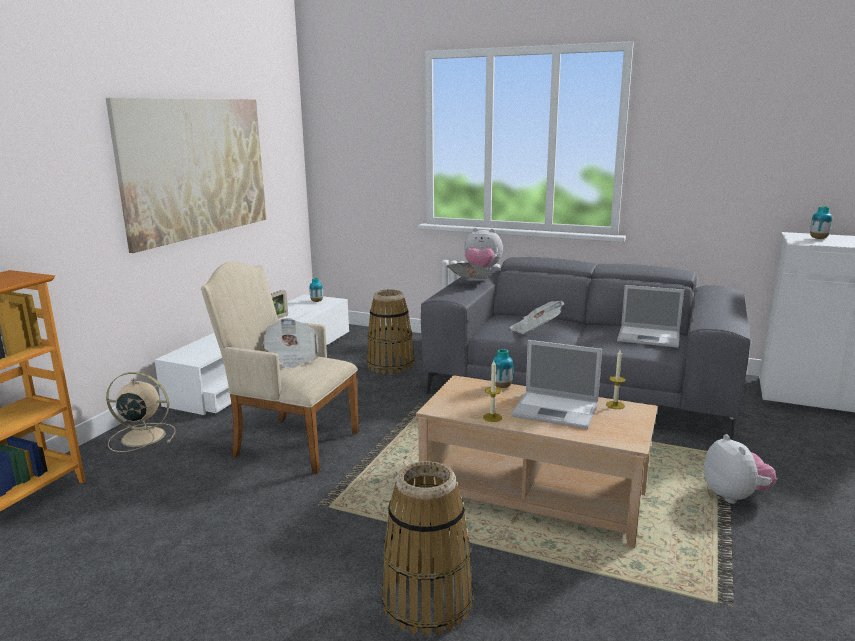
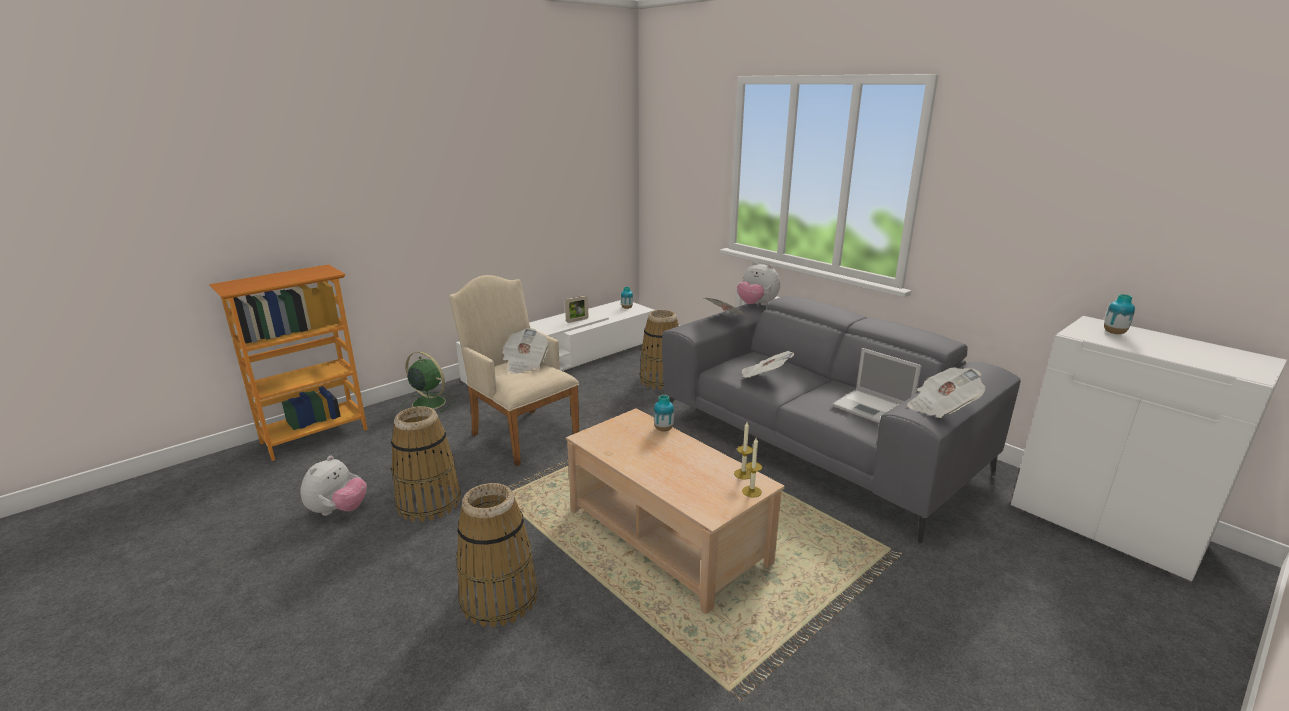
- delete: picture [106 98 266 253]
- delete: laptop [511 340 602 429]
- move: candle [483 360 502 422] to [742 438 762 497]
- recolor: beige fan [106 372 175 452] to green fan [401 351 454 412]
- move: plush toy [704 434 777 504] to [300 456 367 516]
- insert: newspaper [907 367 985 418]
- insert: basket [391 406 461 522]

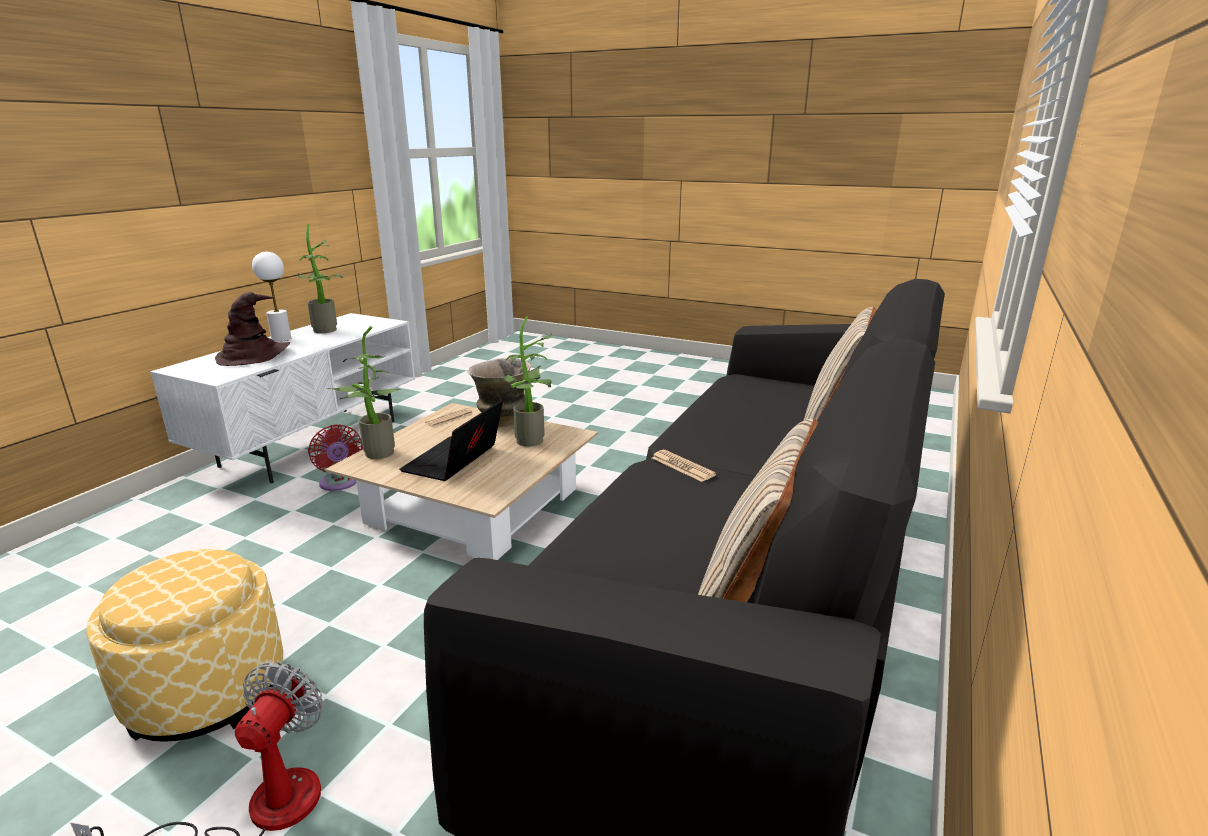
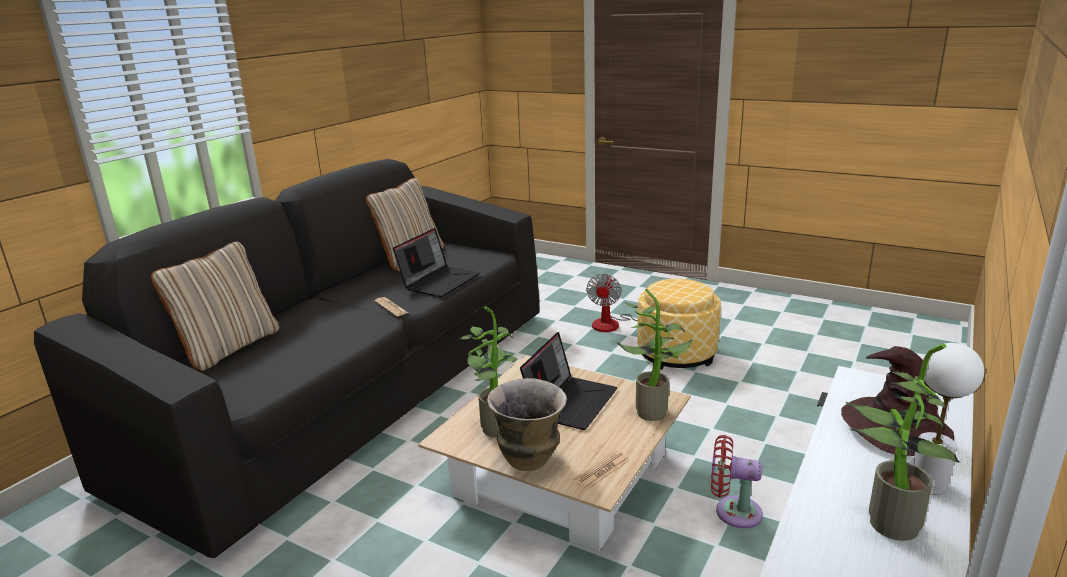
- rotate: red fan [308 424 363 491] = [711 435 763 528] 45 degrees counterclockwise
- insert: laptop [393 228 480 297]

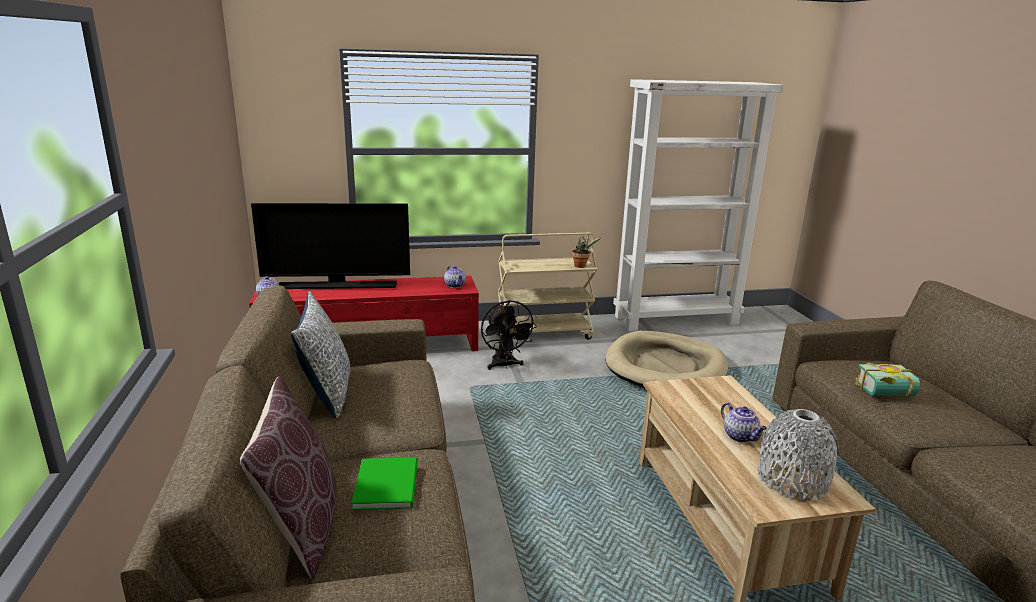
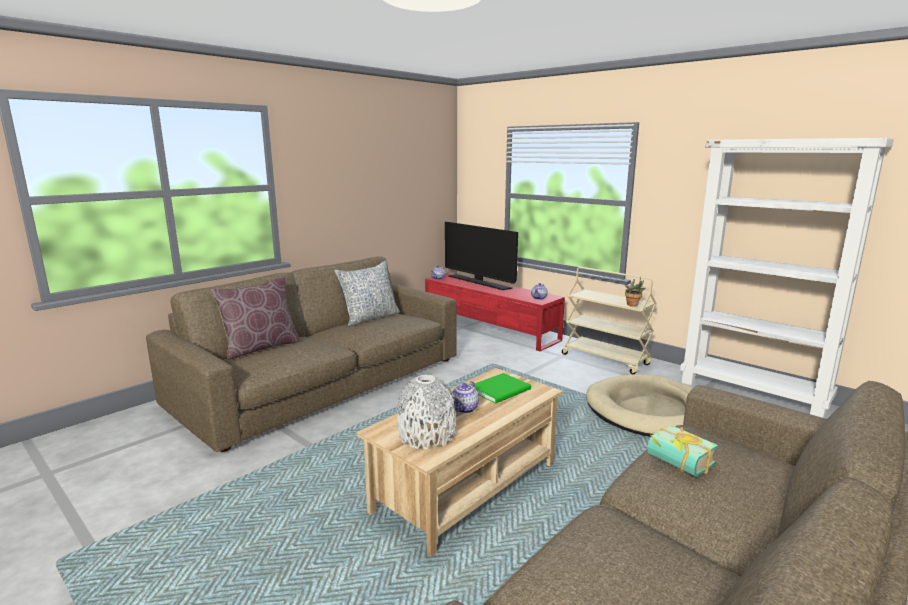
- delete: black fan [481 300 537 370]
- move: green book [352 458 418 510] to [475 373 531 404]

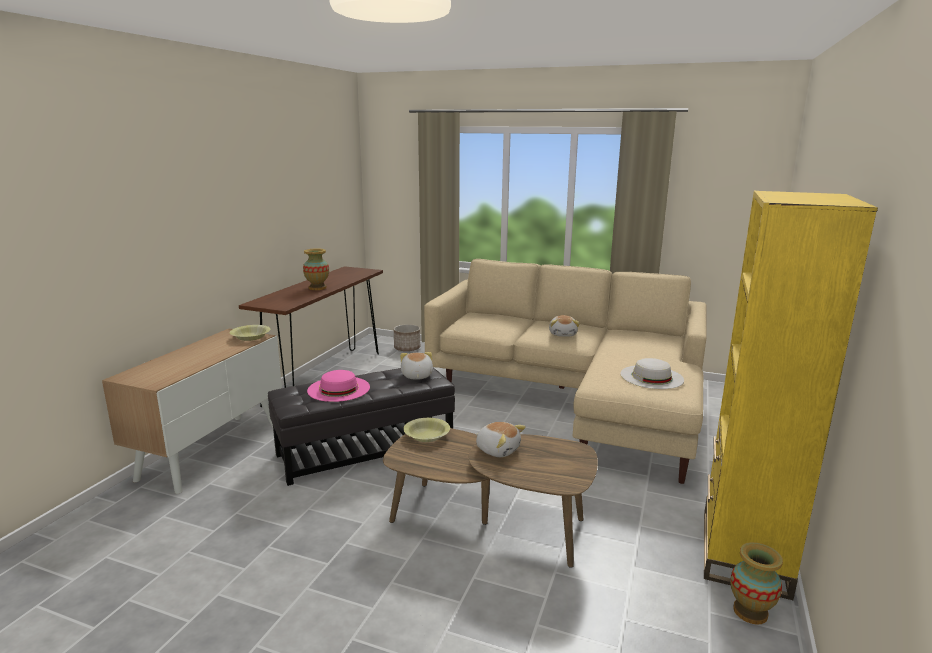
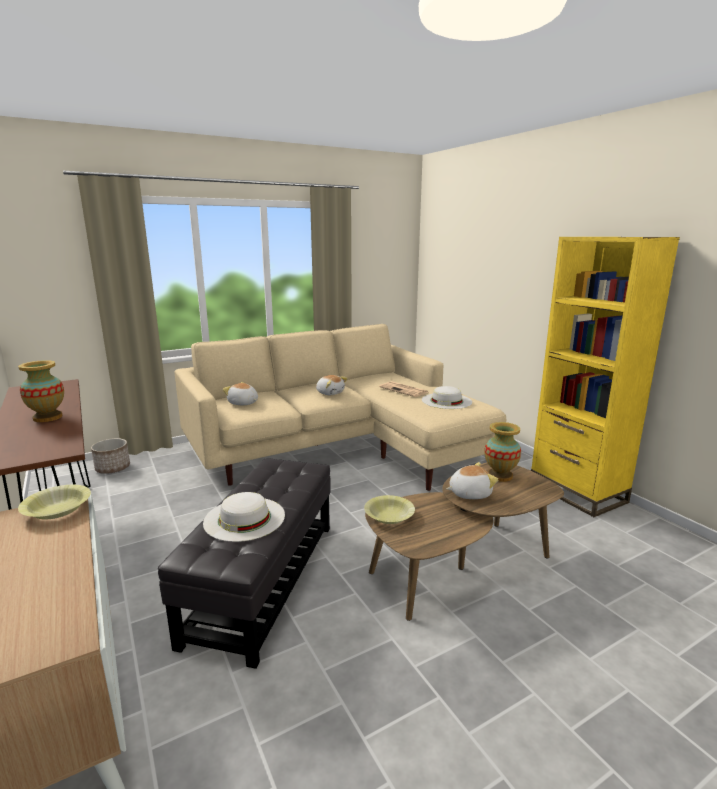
- move: plush toy [400 352 433 380] to [223 382 258 405]
- recolor: pink hat [307 370 370 402] to white hat [203 492 285 542]
- move: vase [730 542 783 624] to [484 422 521 482]
- insert: newspaper [379 381 429 397]

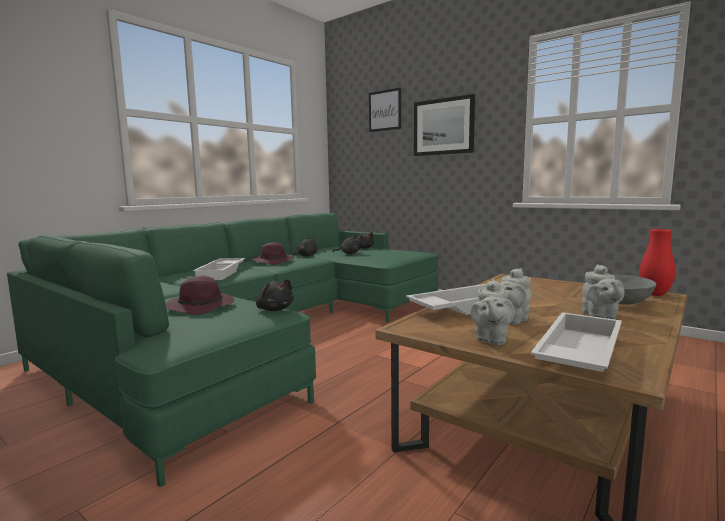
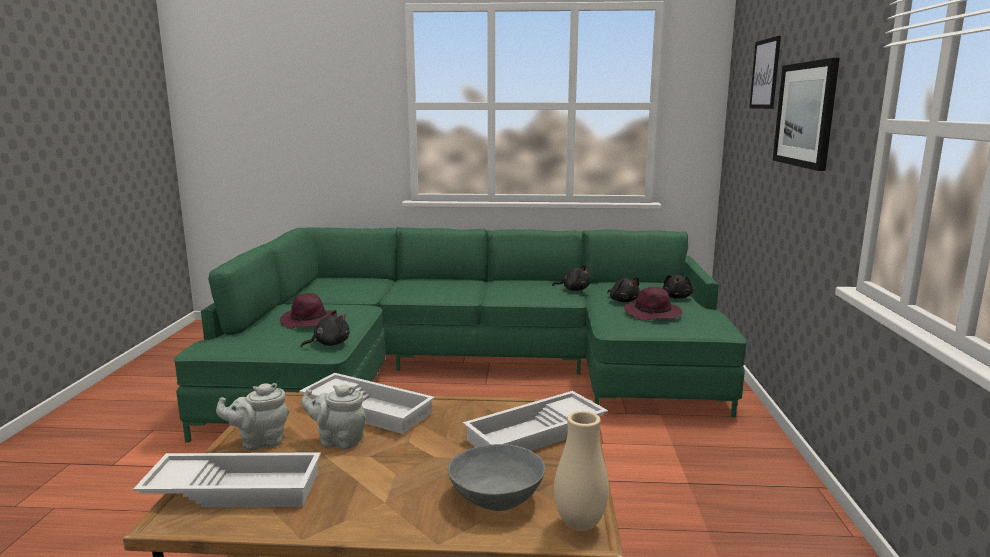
- recolor: red vase [639 229 675 296] to beige vase [554 411 609 531]
- move: purple hat [252 242 293 265] to [624 287 683 321]
- move: white tray [193 258 245 280] to [463 391 608 451]
- delete: grey teapot [582 264 625 319]
- rotate: black plush toy [256 279 294 311] = [301 310 350 348] 135 degrees counterclockwise

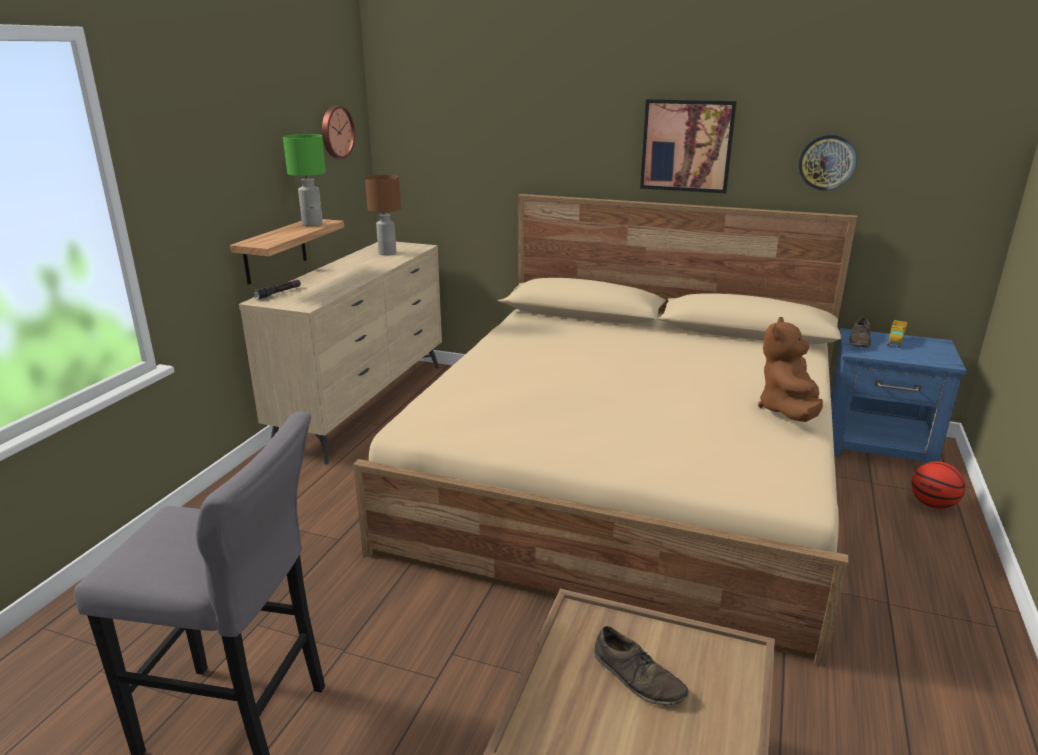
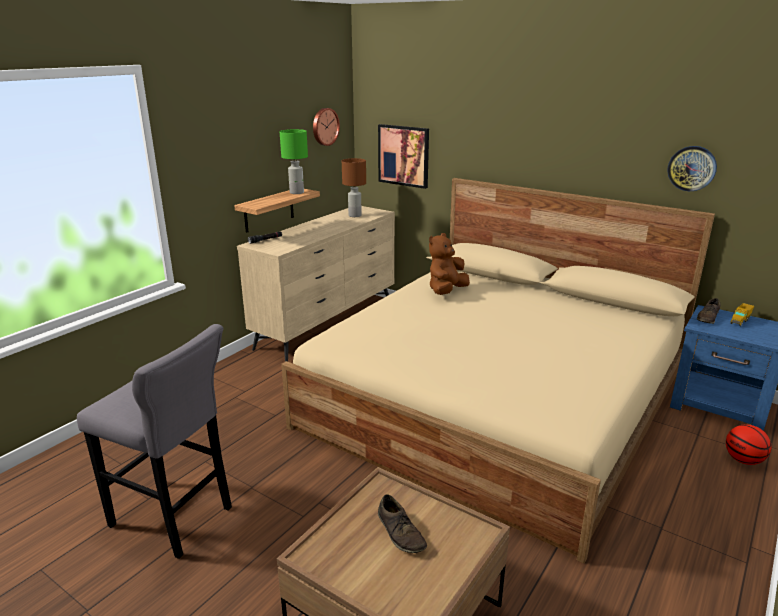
- move: picture [640 99 737 193] to [378 124 429 189]
- move: brown plush toy [758 317 823 422] to [429 233 470 295]

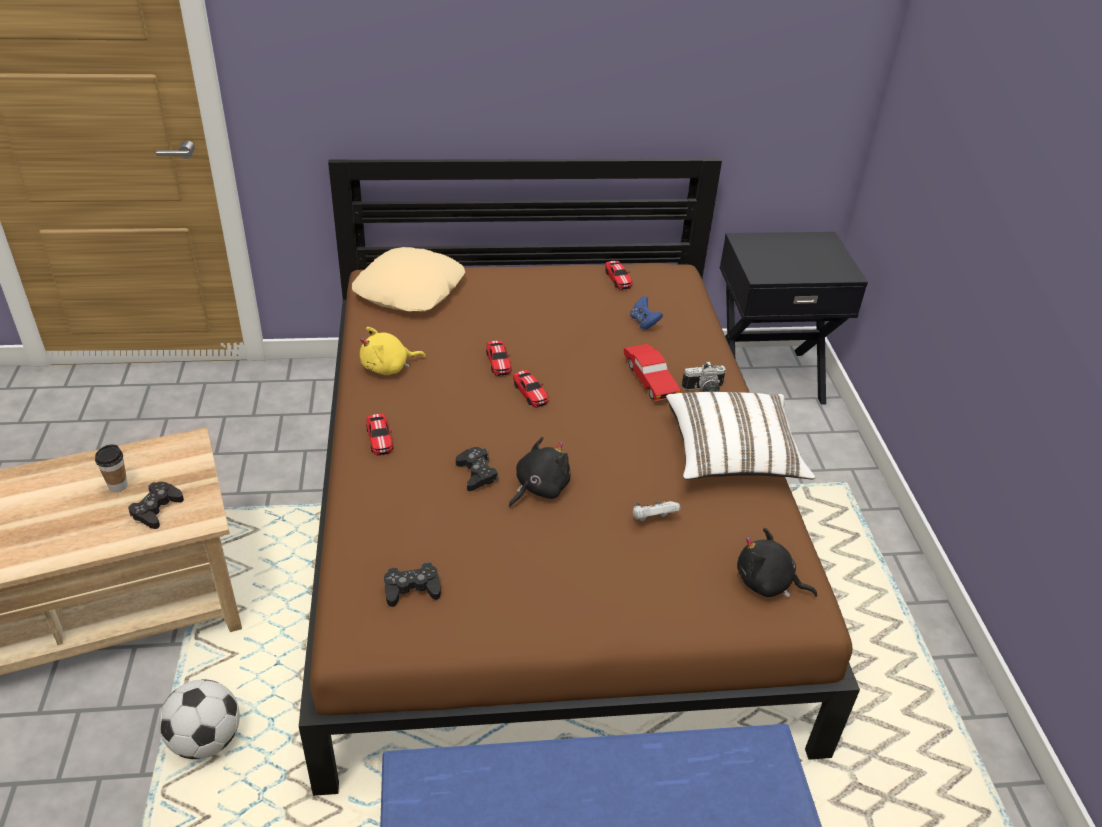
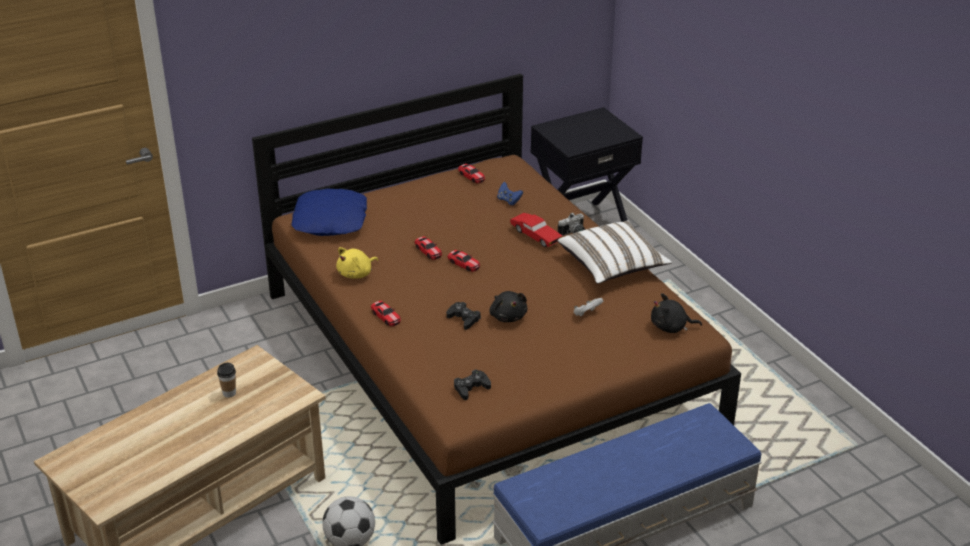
- recolor: beige pillow [352 247 465 312] to blue pillow [291 189 367 236]
- rotate: black plush toy [509 437 571 507] = [489 291 527 322] 135 degrees clockwise
- delete: black game controller [128 482 184 529]

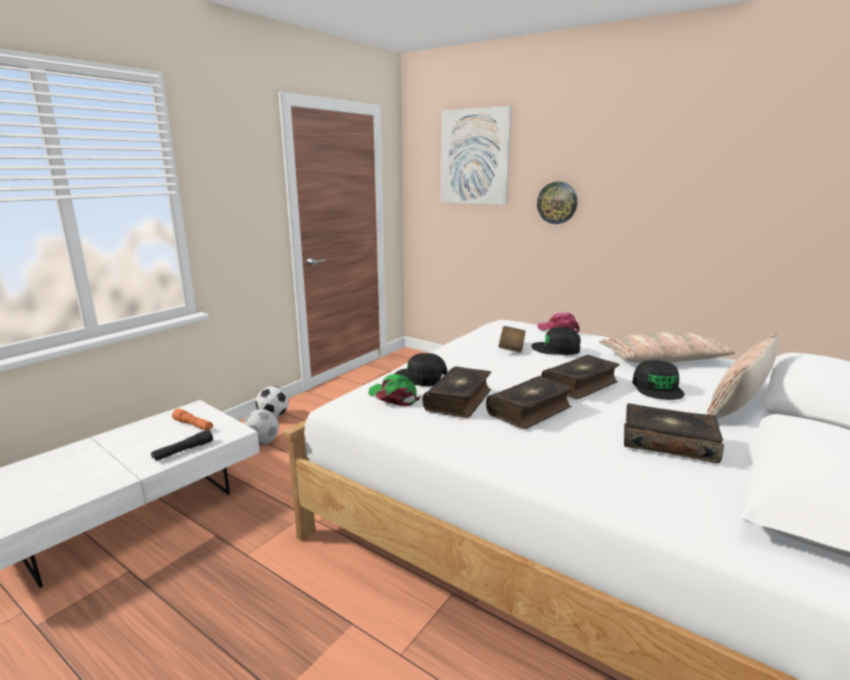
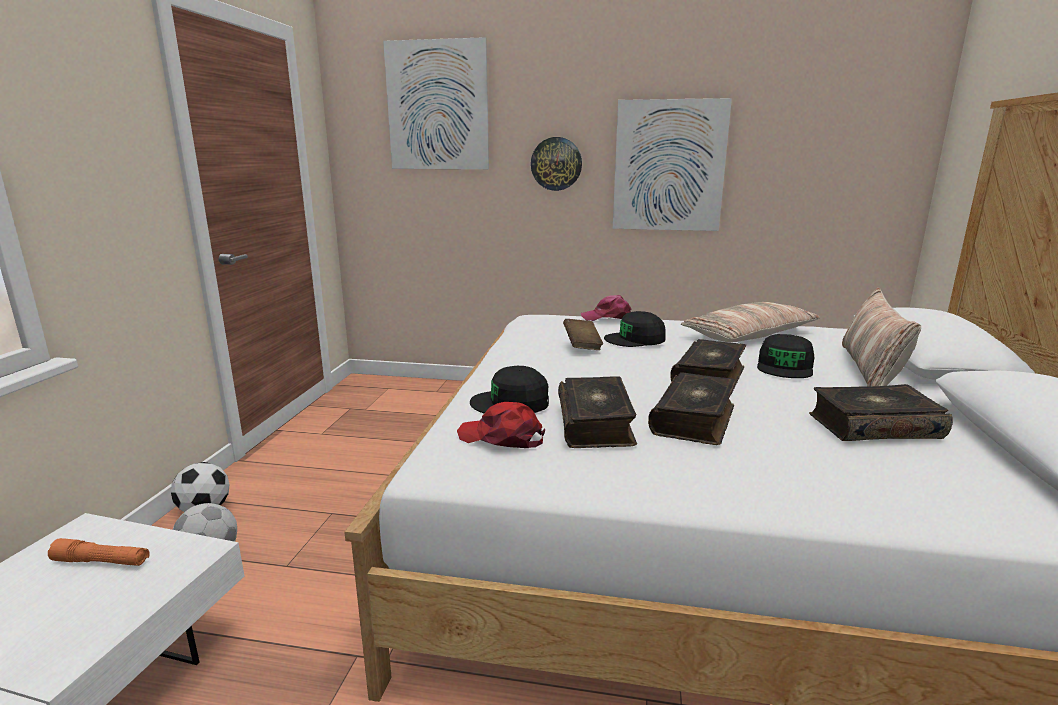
- rotate: black cap [633 360 684 400] = [757 334 814 378] 45 degrees clockwise
- recolor: green cap [368 374 420 406] to red cap [457 402 545 448]
- delete: black flashlight [151 430 213 461]
- insert: picture [613 98 732 231]

